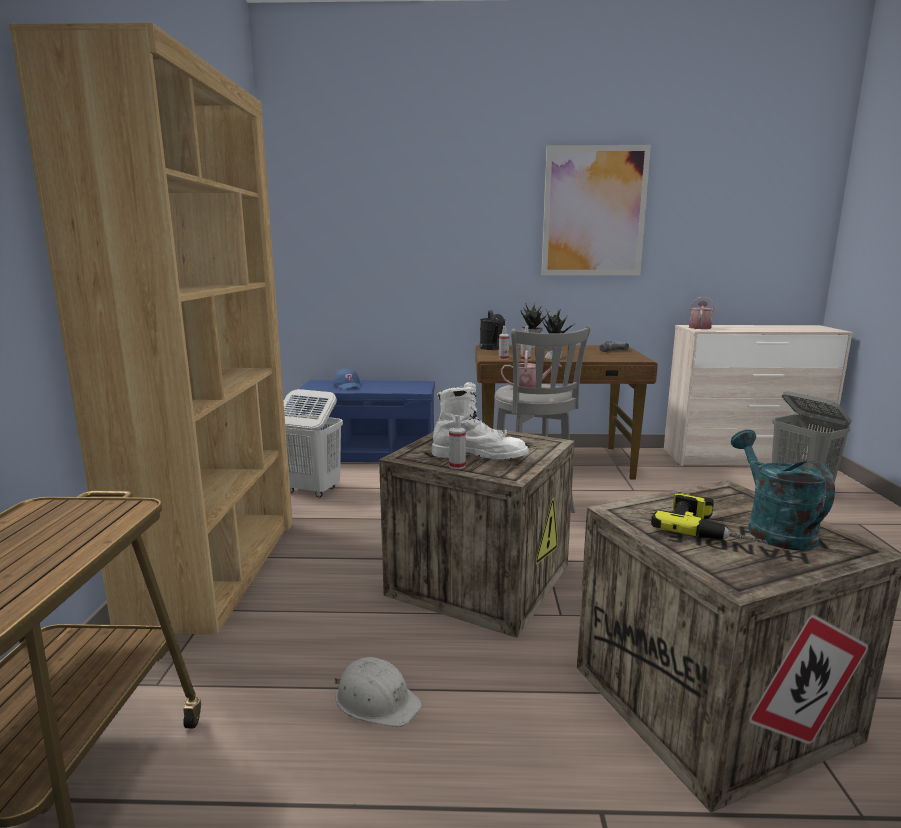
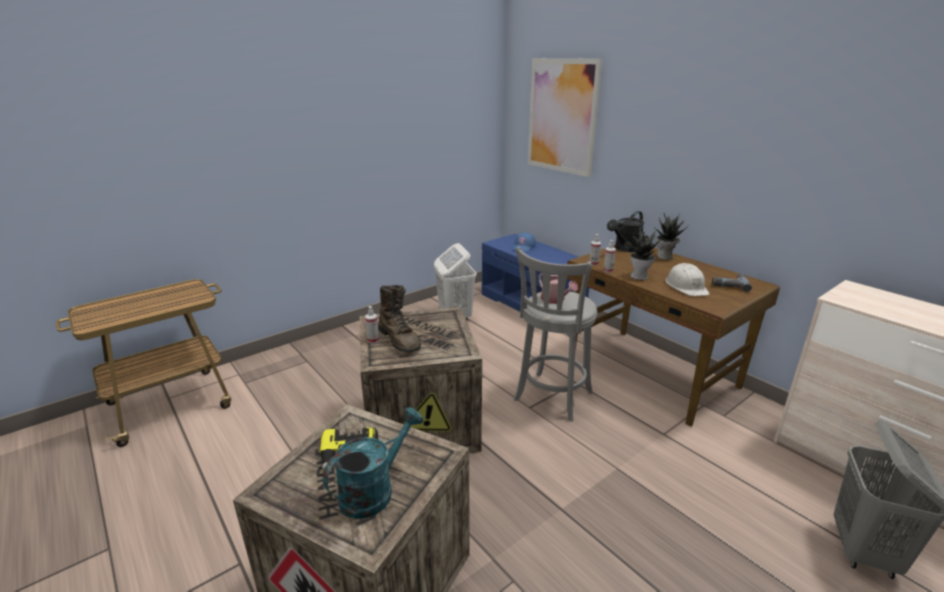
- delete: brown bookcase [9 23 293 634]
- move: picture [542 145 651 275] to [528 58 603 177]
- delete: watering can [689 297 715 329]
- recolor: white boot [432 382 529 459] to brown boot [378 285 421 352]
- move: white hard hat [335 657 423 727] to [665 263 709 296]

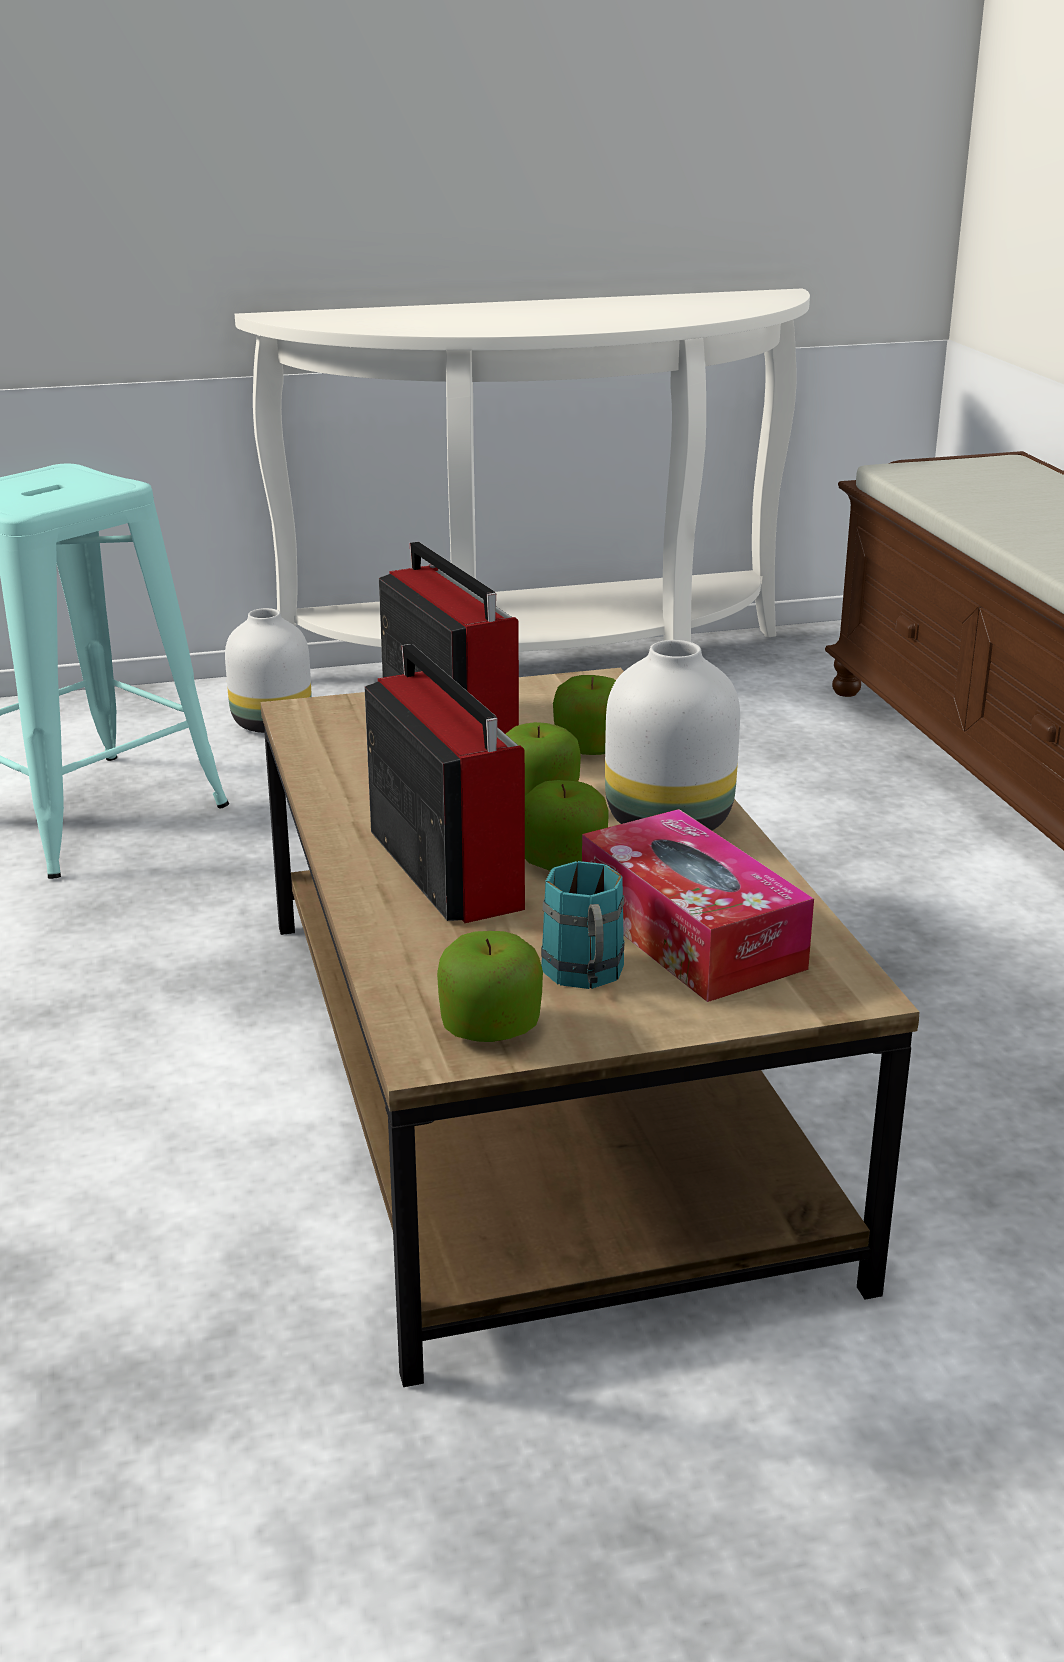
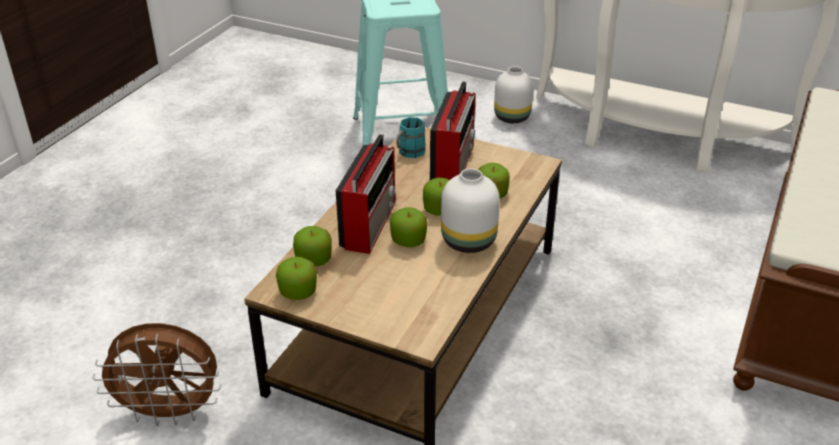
- delete: tissue box [582 809 814 1002]
- move: turquoise mug [541 861 624 989] to [396 117 426 158]
- insert: apple [293 226 332 267]
- insert: brown fan [93 323 221 426]

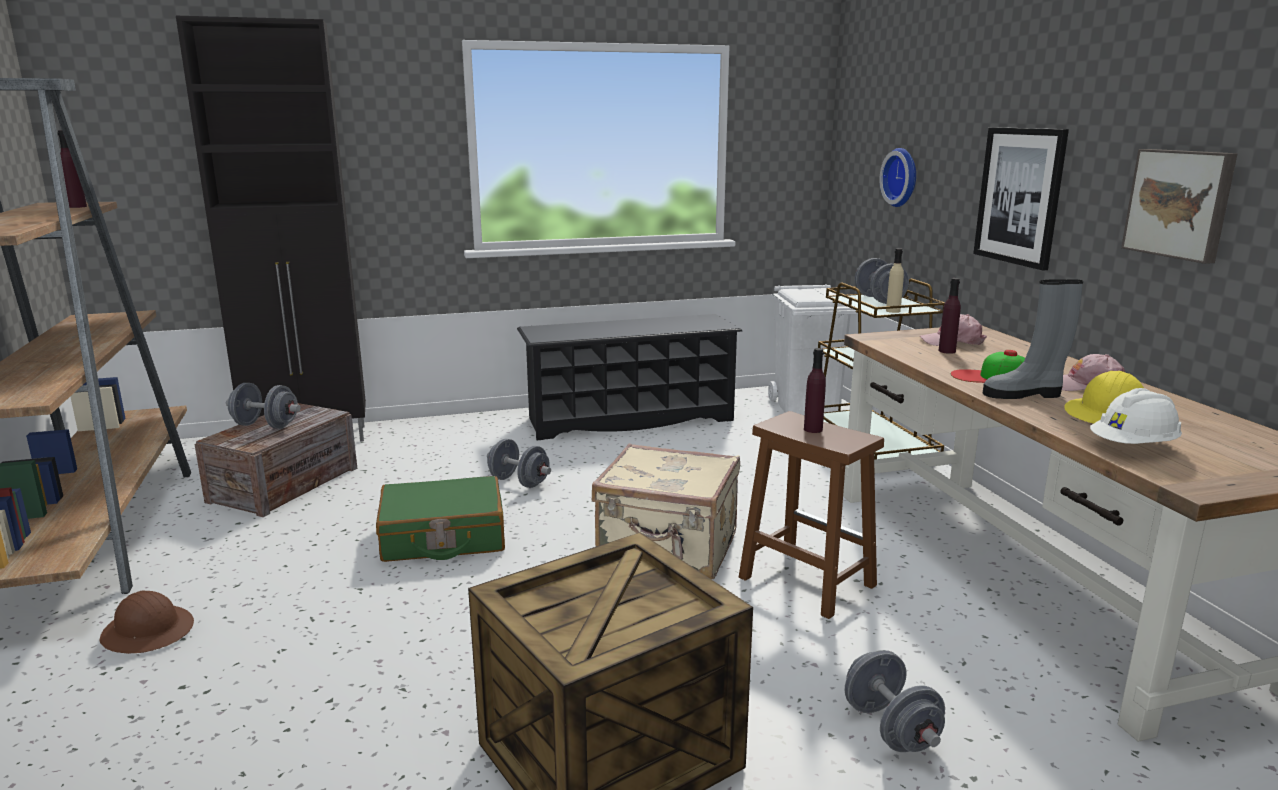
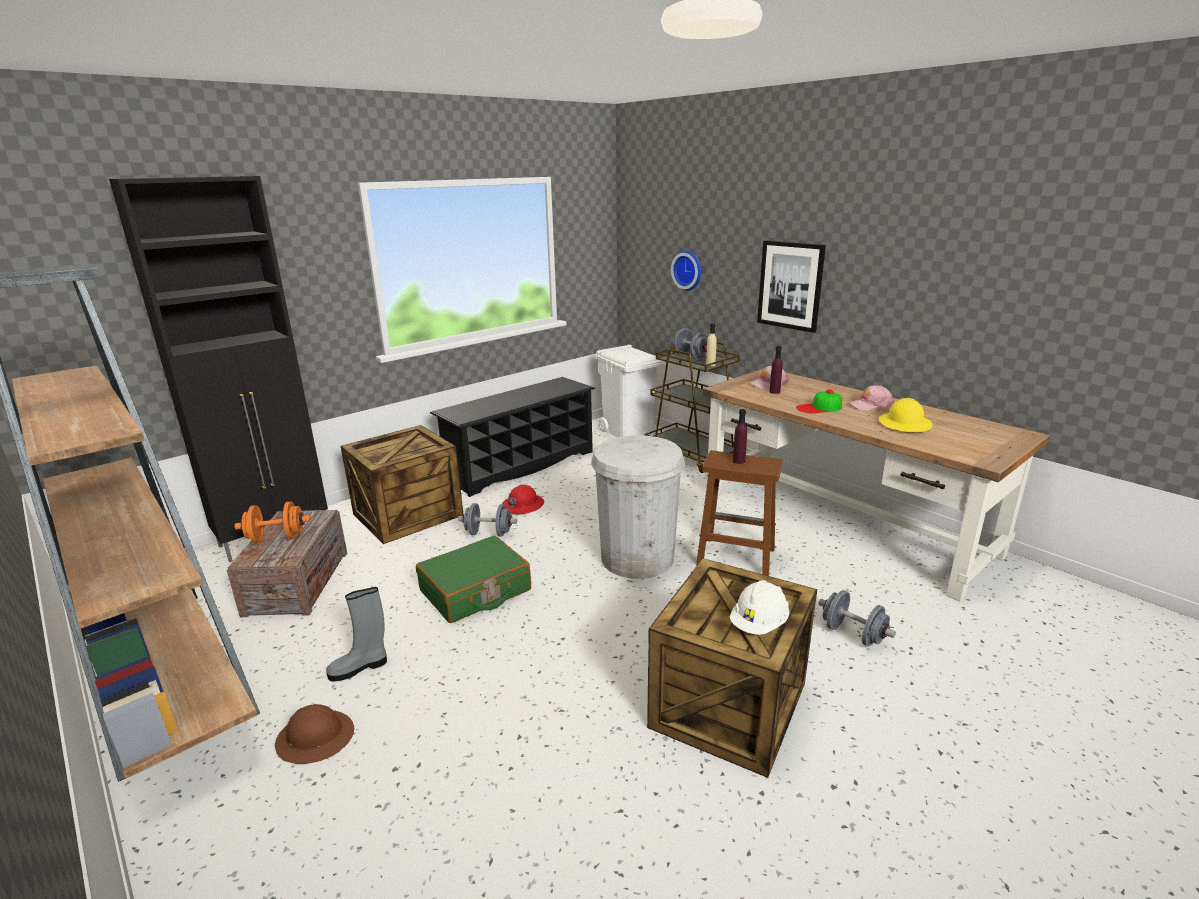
- delete: purple bottle [58 130 87 208]
- delete: picture [1121 149 1238 264]
- move: grey boot [983 279 1083 399] to [326 587 387 681]
- recolor: grey dumbbell [226 383 301 429] to orange dumbbell [235 502 311 543]
- move: white hard hat [1090 388 1182 444] to [730 580 789 635]
- replace: beige suitcase [592 443 740 579] to white trash can [591 435 685 579]
- insert: crate [341 425 464 544]
- insert: red hard hat [502 485 544 514]

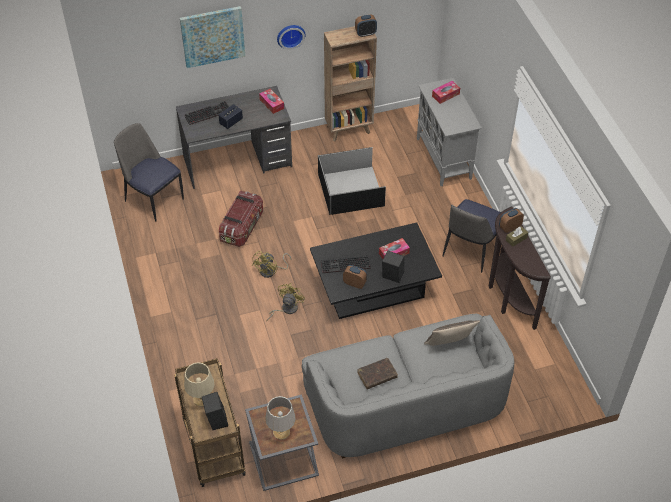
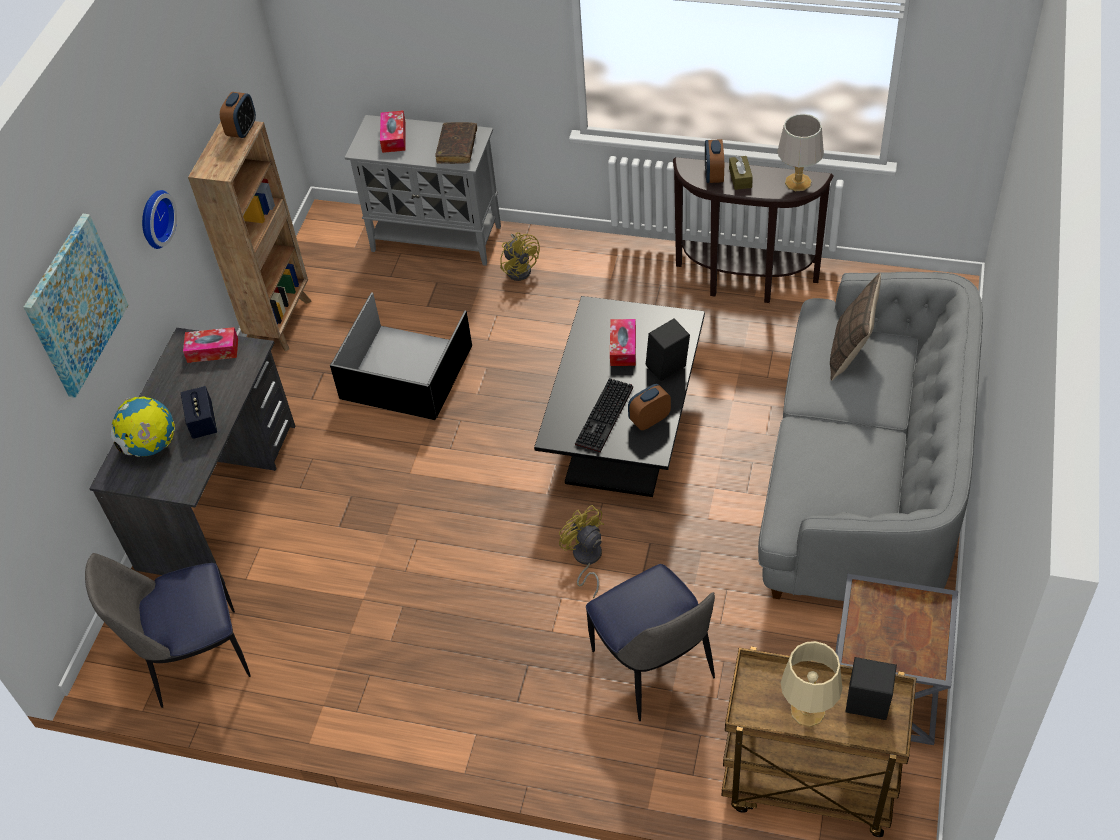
- replace: keyboard [185 101 229 125] to globe [110 396 175 457]
- delete: storage box [219 191 263 247]
- move: chair [442 199 501 273] to [586 564 715 721]
- move: yellow fan [252 251 291 278] to [500 232 540 281]
- move: brown book [357 358 398 389] to [435 122 477 164]
- move: grey table lamp [265 396 296 440] to [778 114 824 191]

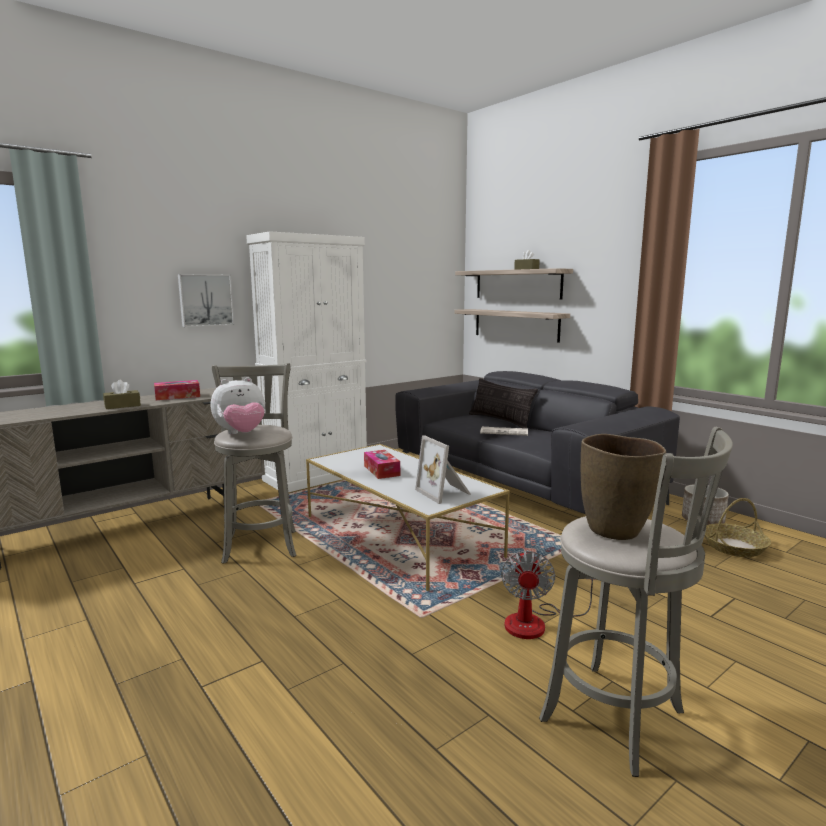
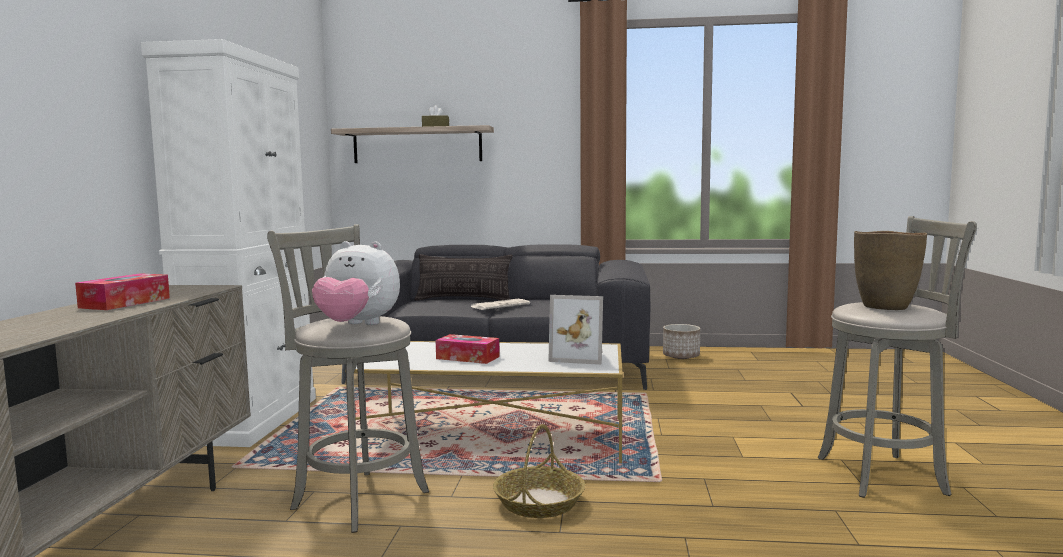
- delete: picture [178 274 234 327]
- delete: shelf [454 309 570 343]
- rotate: plush toy [211 377 265 434] = [312 241 400 325] 90 degrees clockwise
- delete: brown tissue box [103 380 141 409]
- move: basket [705 498 771 557] to [493 424 585 518]
- delete: fan [501 550 596 639]

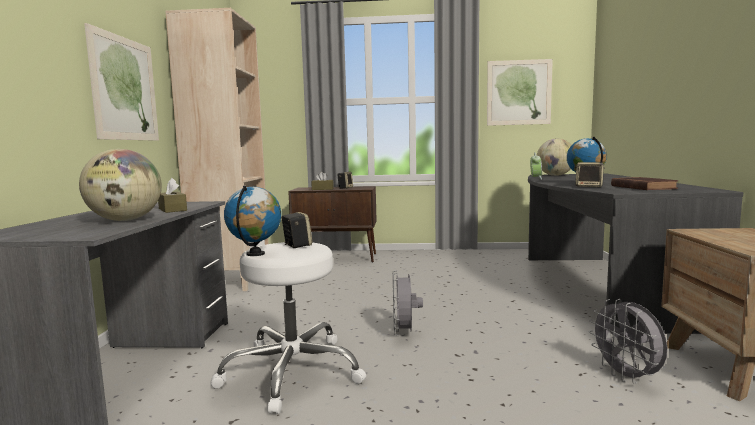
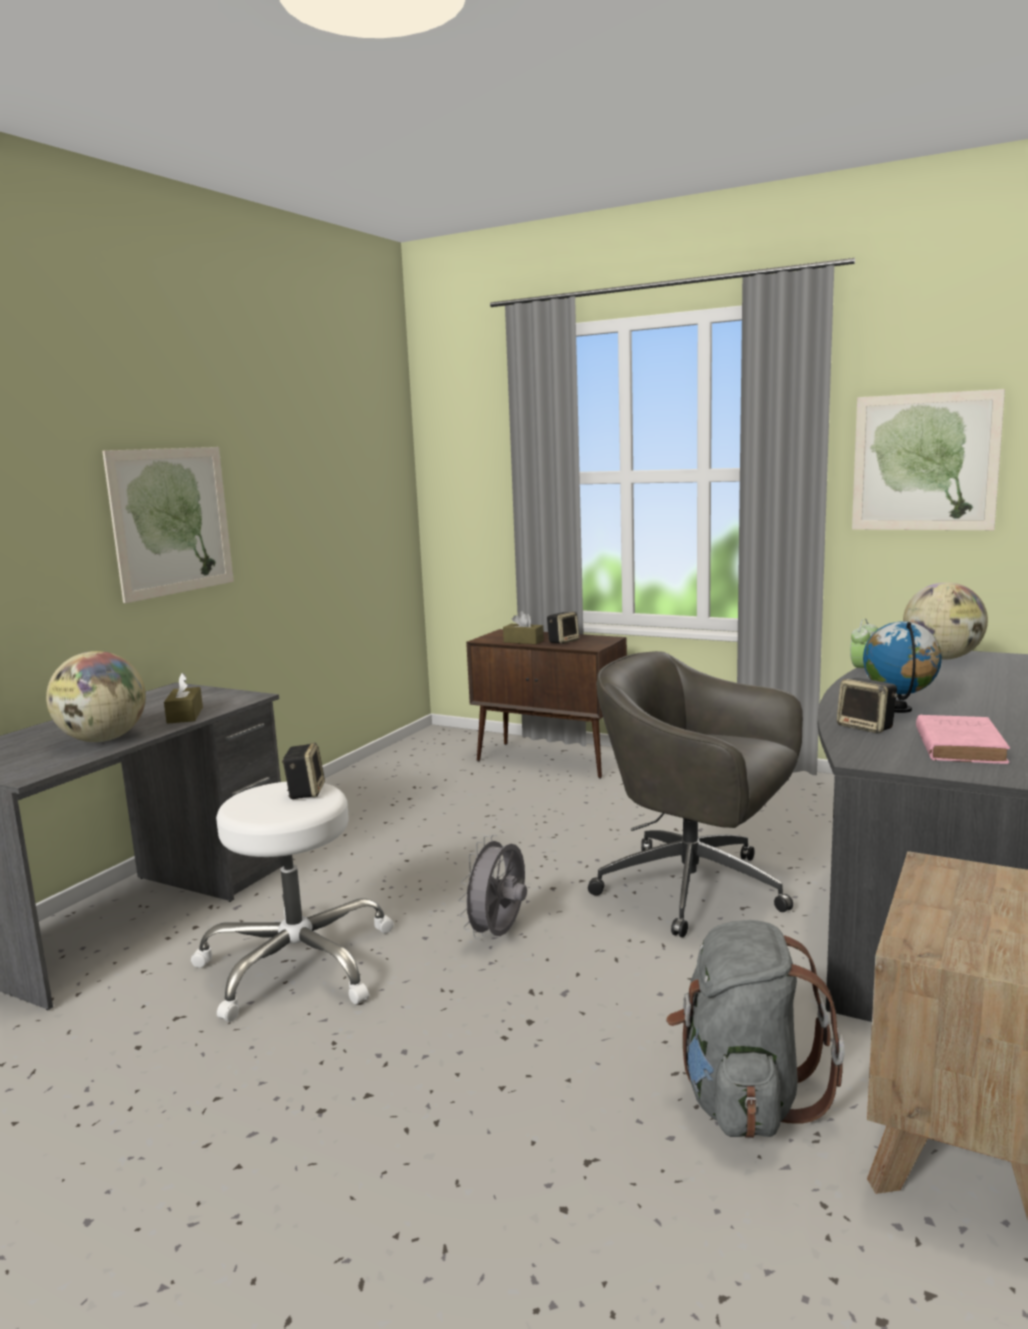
- delete: beige bookcase [165 8 269 291]
- recolor: brown book [611 177 678 190] to pink book [916 715 1010 764]
- delete: globe [224 185 281 256]
- replace: grey fan [589 299 667 384] to grey backpack [666 920 845 1139]
- insert: grey office chair [588 651 803 937]

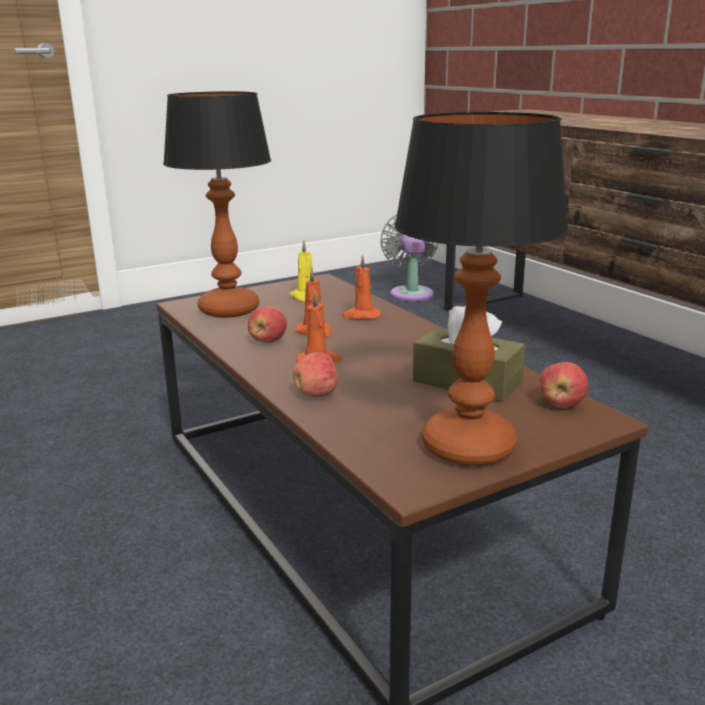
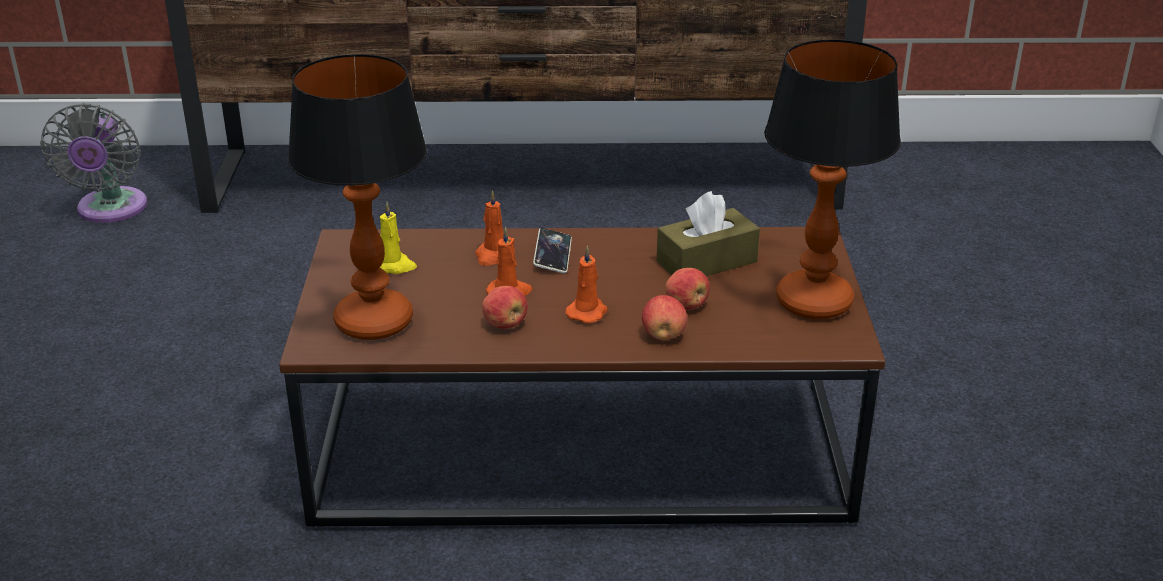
- rotate: grey fan [380 214 438 302] = [40 103 148 223] 120 degrees counterclockwise
- move: apple [539 362 589 408] to [665 268 710 310]
- insert: phone [533 228 572 273]

